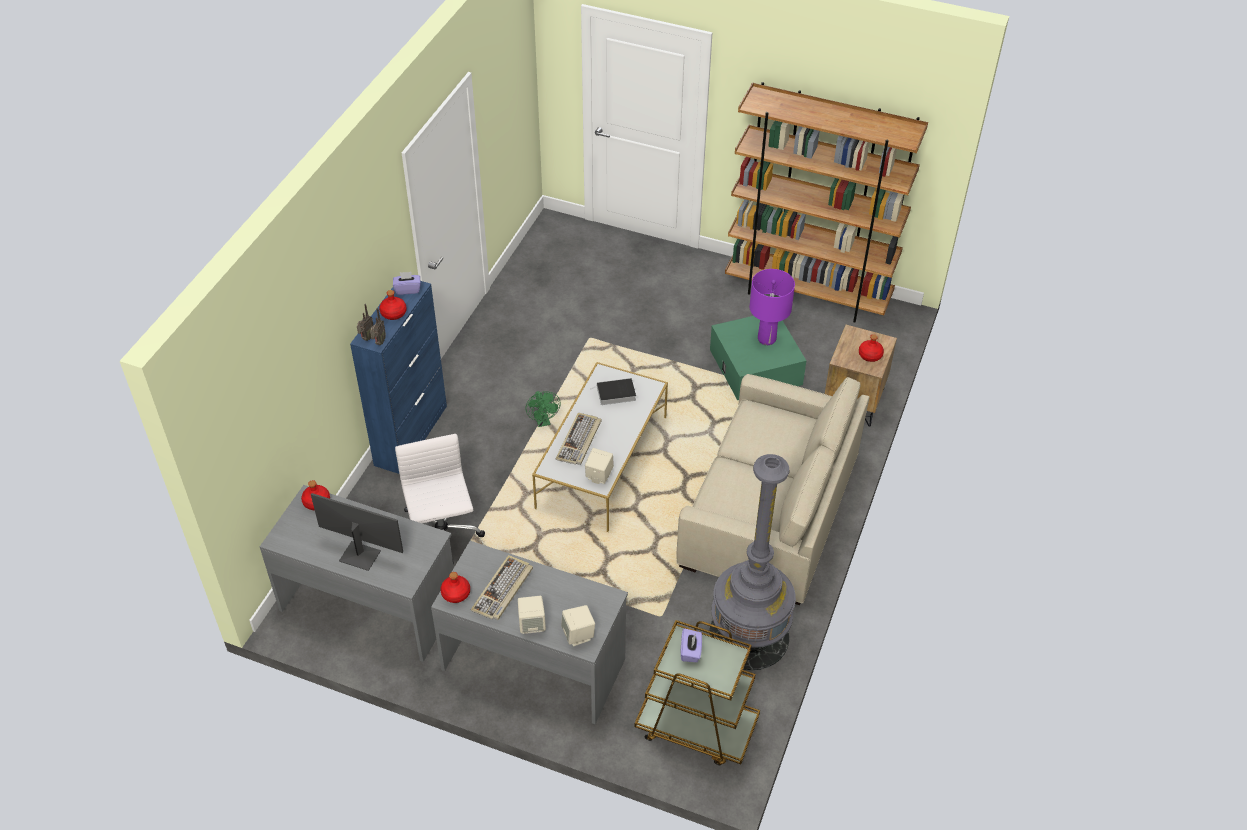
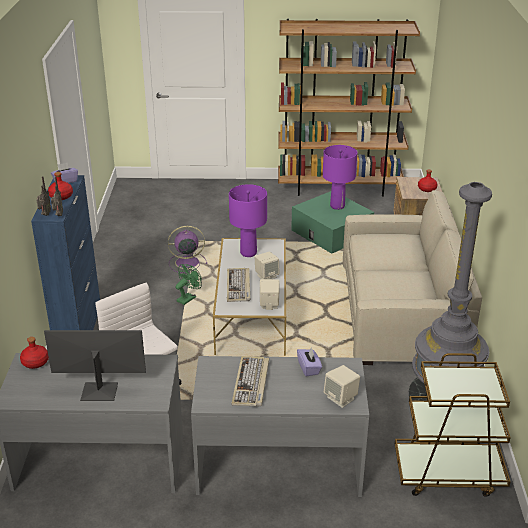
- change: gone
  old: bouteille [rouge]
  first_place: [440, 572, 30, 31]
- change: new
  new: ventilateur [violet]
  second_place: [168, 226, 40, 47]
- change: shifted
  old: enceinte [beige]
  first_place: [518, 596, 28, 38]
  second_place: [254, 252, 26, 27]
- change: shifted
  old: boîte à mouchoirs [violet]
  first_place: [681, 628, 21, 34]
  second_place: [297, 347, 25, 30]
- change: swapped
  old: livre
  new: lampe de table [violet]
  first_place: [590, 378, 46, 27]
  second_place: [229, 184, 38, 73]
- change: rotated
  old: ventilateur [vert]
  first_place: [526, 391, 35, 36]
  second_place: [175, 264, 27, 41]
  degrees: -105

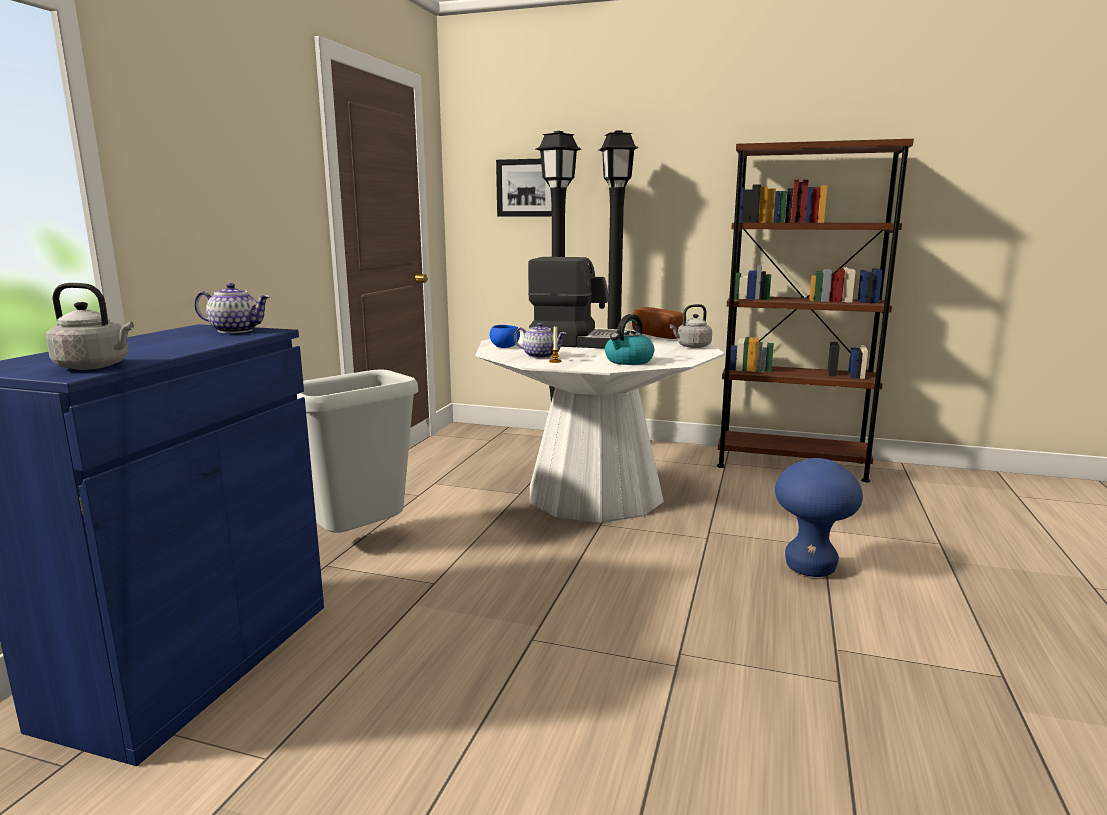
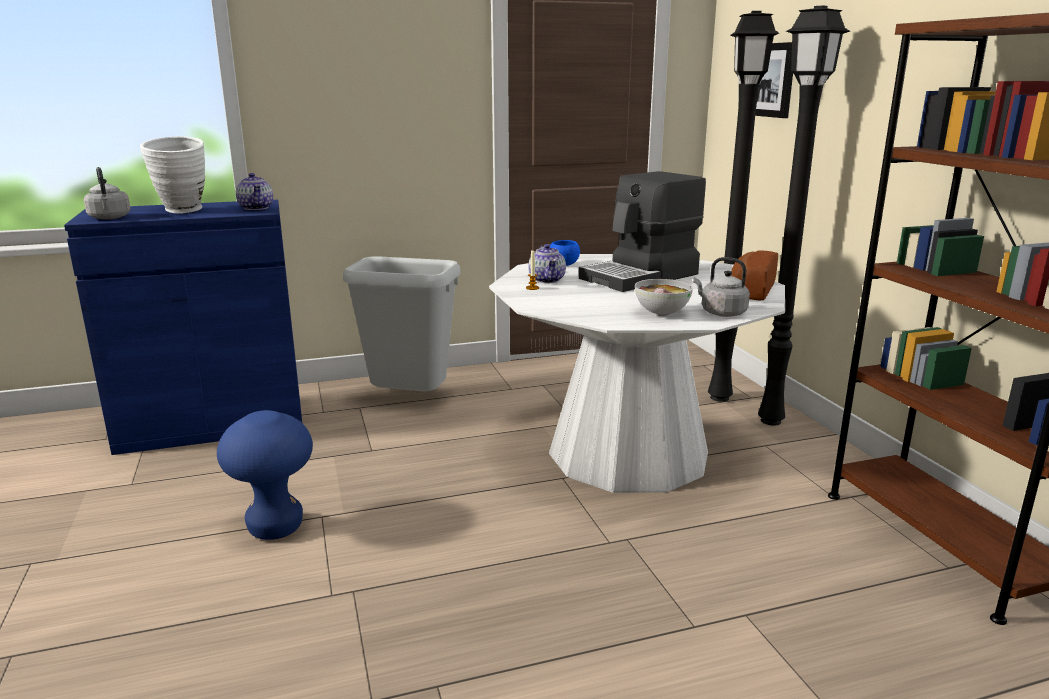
- change: gone
  old: bouilloire
  first_place: [605, 314, 49, 51]
- change: new
  new: vase [blanc]
  second_place: [140, 136, 65, 77]
- change: new
  new: bol
  second_place: [635, 279, 58, 37]
- change: shifted
  old: tabouret [bleu]
  first_place: [775, 458, 88, 119]
  second_place: [217, 410, 96, 130]
- change: rotated
  old: machine à café
  first_place: [528, 257, 100, 92]
  second_place: [579, 171, 127, 121]
  degrees: 75

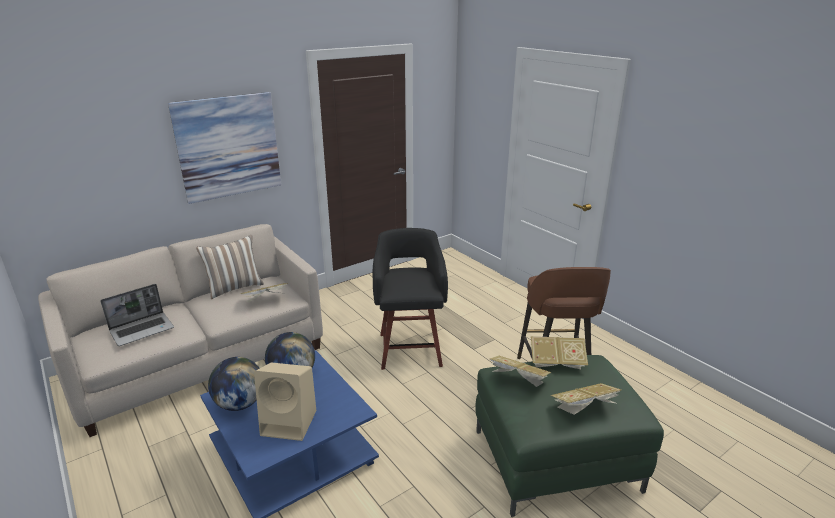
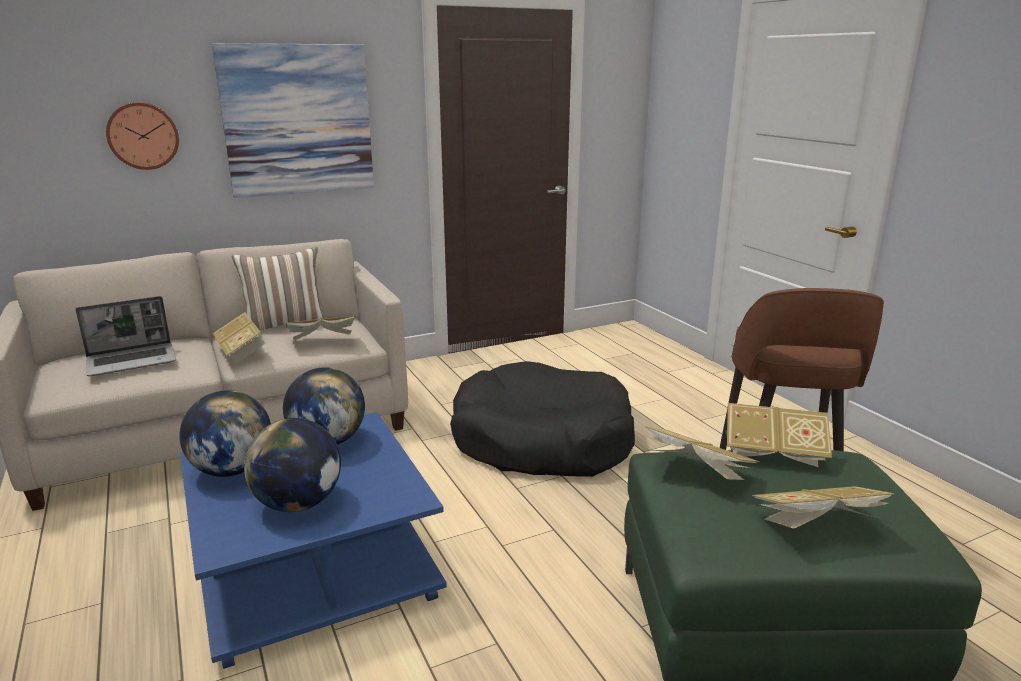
- change: new
  new: horloge murale
  second_place: [106, 102, 73, 68]
- change: new
  new: livre
  second_place: [213, 312, 54, 52]
- change: swapped
  old: enceinte [beige]
  new: globe
  first_place: [254, 363, 63, 78]
  second_place: [244, 418, 97, 94]
- change: swapped
  old: tabouret [noir]
  new: panier pour chien [noir]
  first_place: [373, 228, 75, 142]
  second_place: [450, 361, 185, 116]

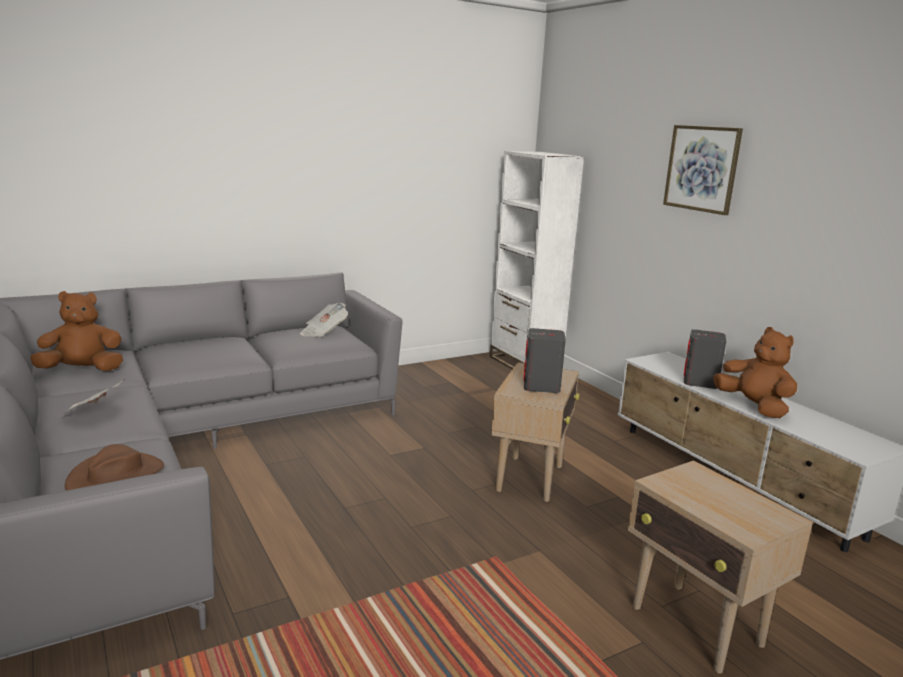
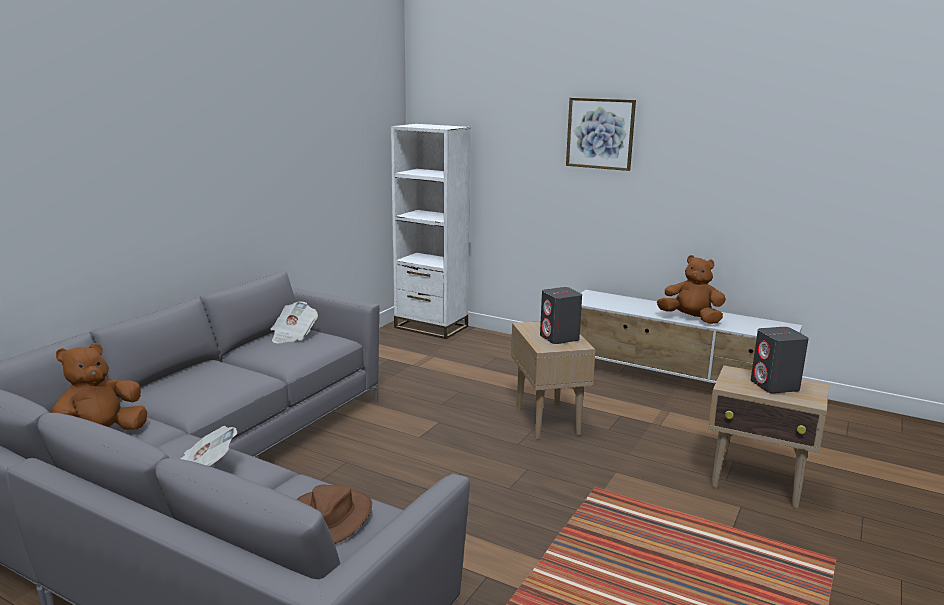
- change: shifted
  old: enceinte [gris]
  first_place: [684, 329, 42, 60]
  second_place: [751, 327, 58, 67]

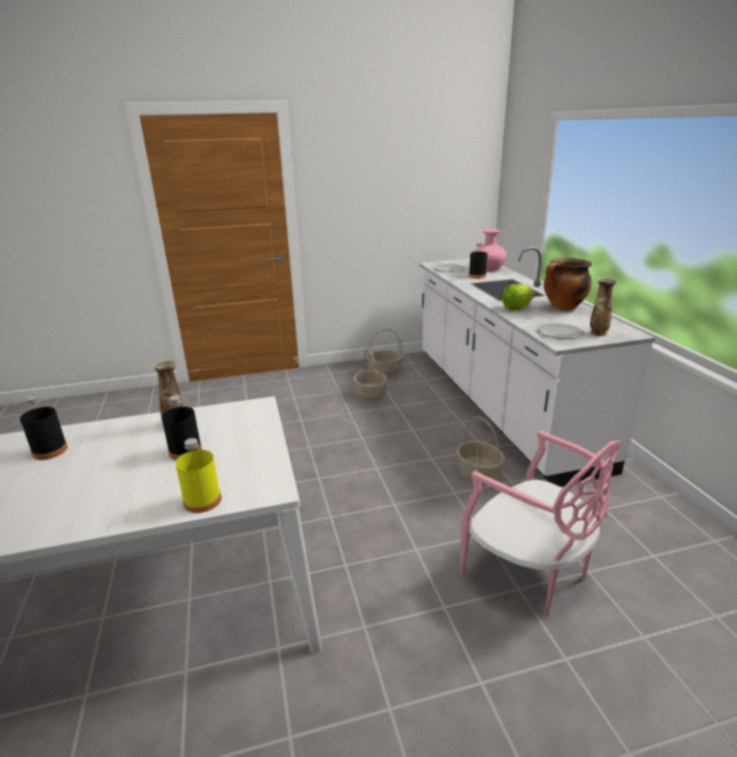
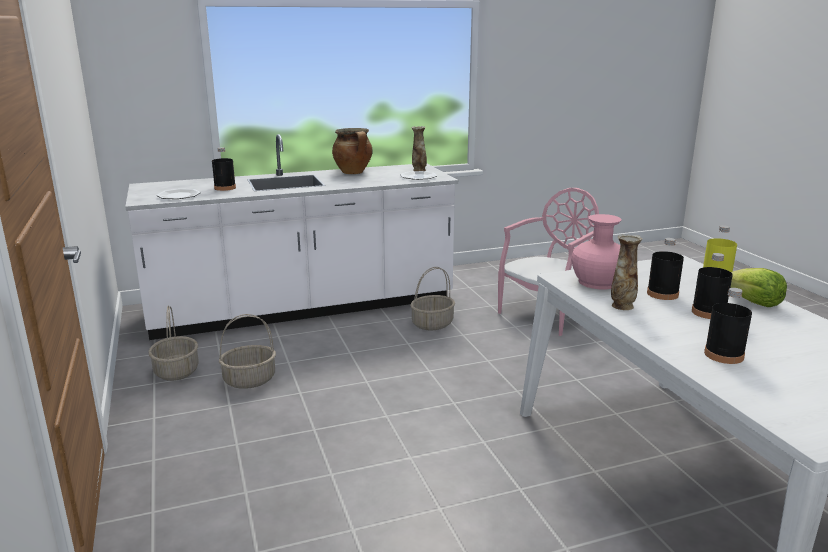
- change: new
  new: bouteille [noir]
  second_place: [692, 253, 41, 66]
- change: shifted
  old: vase [rose]
  first_place: [474, 229, 32, 43]
  second_place: [571, 214, 50, 75]
- change: shifted
  old: laitue
  first_place: [502, 284, 33, 26]
  second_place: [730, 268, 57, 39]

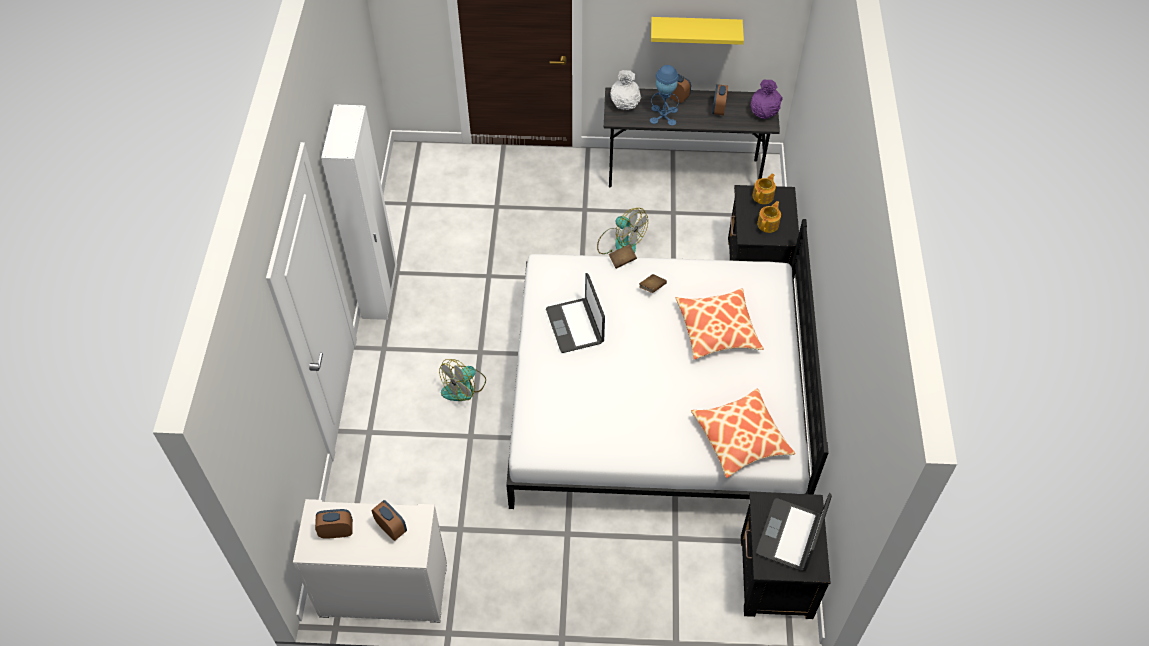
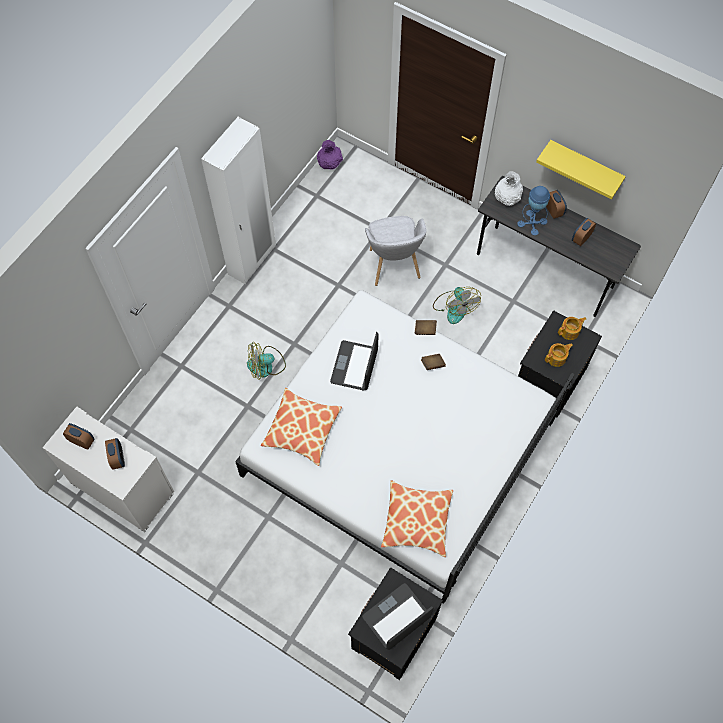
- change: new
  new: fauteuil [gris]
  second_place: [365, 216, 62, 70]
- change: shifted
  old: coussin
  first_place: [676, 289, 88, 71]
  second_place: [261, 388, 81, 78]
- change: shifted
  old: vase [violet]
  first_place: [751, 80, 32, 39]
  second_place: [317, 140, 26, 29]

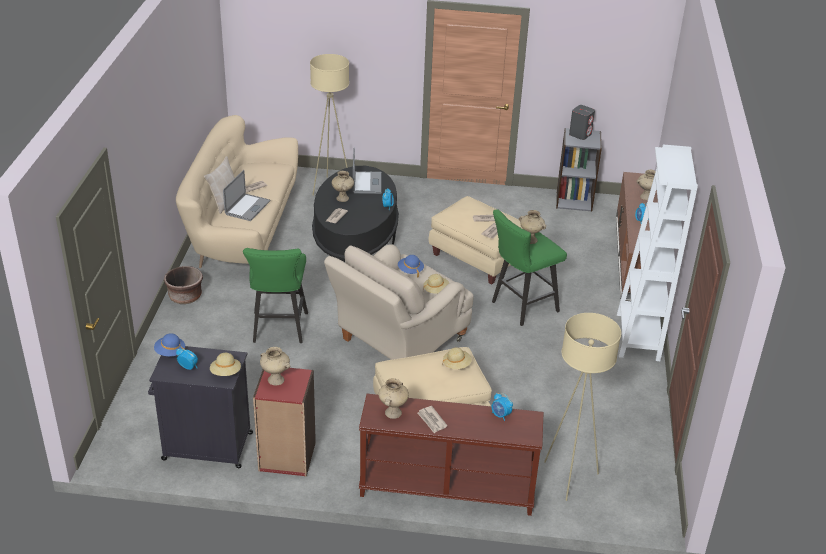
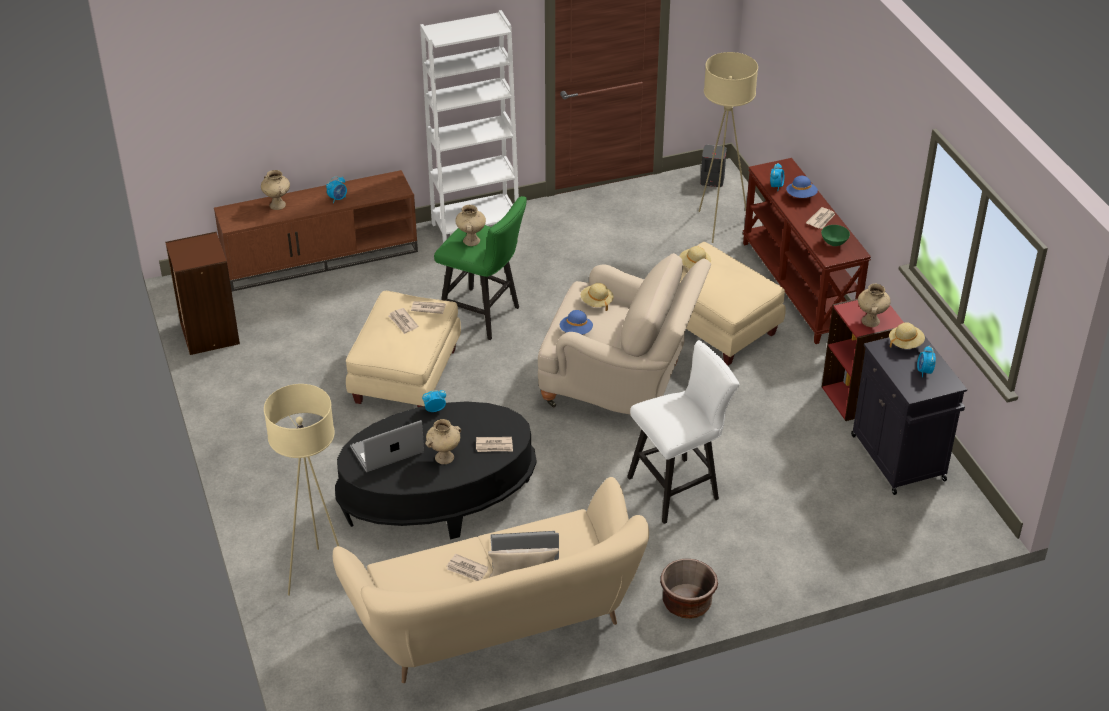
- change: shifted
  old: chapeau [bleu]
  first_place: [154, 333, 31, 23]
  second_place: [786, 176, 32, 22]
- change: shifted
  old: enceinte [gris]
  first_place: [569, 105, 26, 35]
  second_place: [700, 145, 27, 42]
- change: swapped
  old: vase [beige]
  new: bol [vert]
  first_place: [379, 378, 30, 41]
  second_place: [821, 225, 29, 21]
- change: repainted
  old: tabouret [vert]
  new: tabouret [blanc]
  first_place: [243, 248, 65, 95]
  second_place: [627, 340, 112, 184]
- change: repainted
  old: bibliothèque [gris]
  new: bibliothèque [marron]
  first_place: [556, 128, 46, 84]
  second_place: [165, 232, 75, 123]

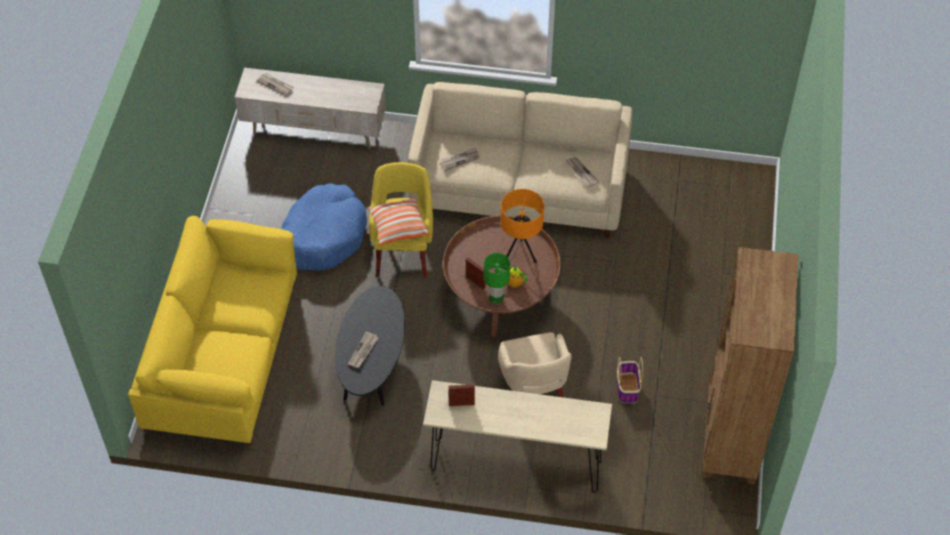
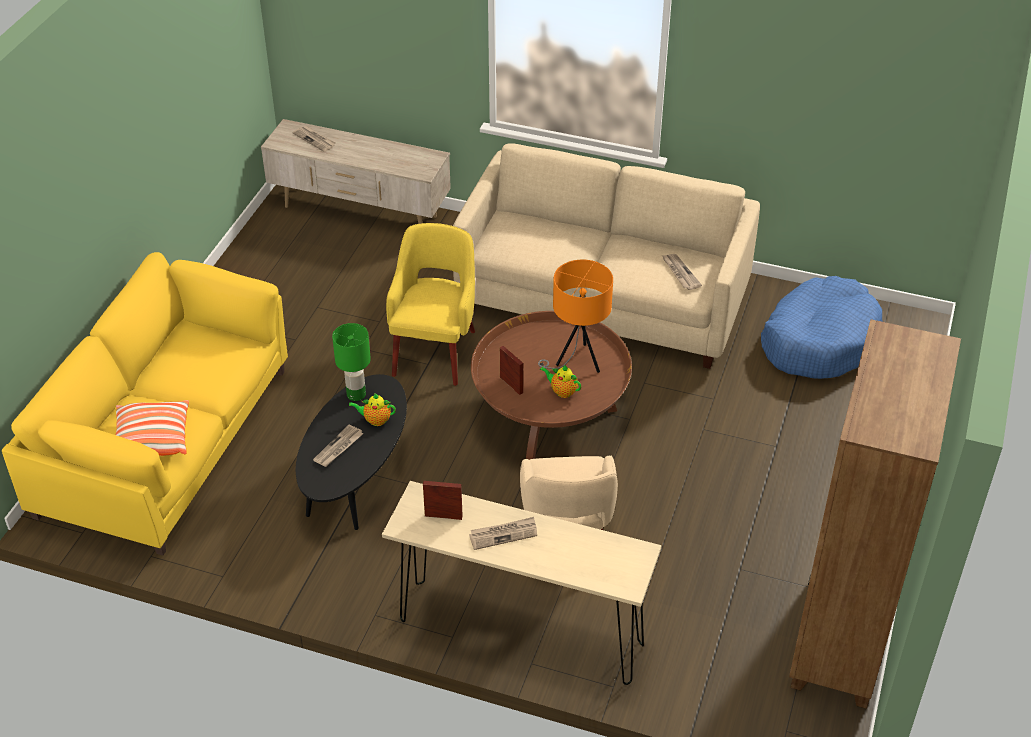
- change: gone
  old: panier
  first_place: [617, 357, 26, 46]
- change: new
  new: théière
  second_place: [349, 393, 47, 33]
- change: shifted
  old: panier pour chien [bleu]
  first_place: [281, 183, 86, 88]
  second_place: [761, 276, 122, 103]
- change: shifted
  old: coussin
  first_place: [368, 197, 62, 48]
  second_place: [116, 400, 73, 56]
- change: shifted
  old: journal
  first_place: [440, 147, 40, 24]
  second_place: [469, 517, 68, 33]
- change: shifted
  old: lampe de table [vert]
  first_place: [484, 253, 26, 51]
  second_place: [332, 323, 39, 78]

